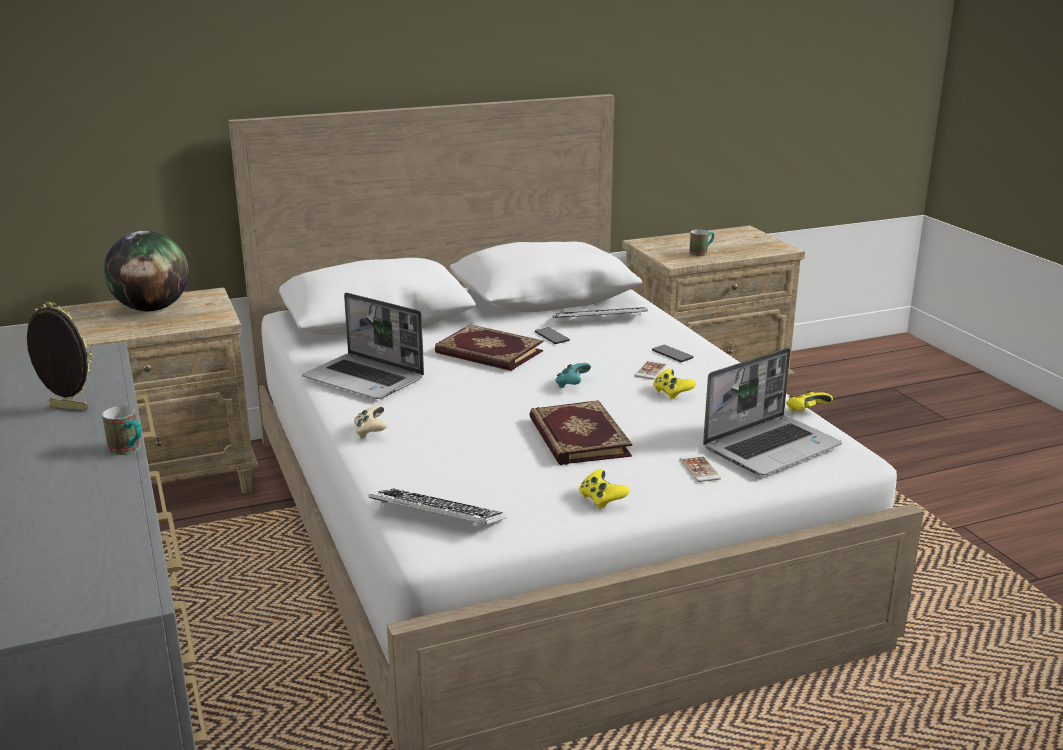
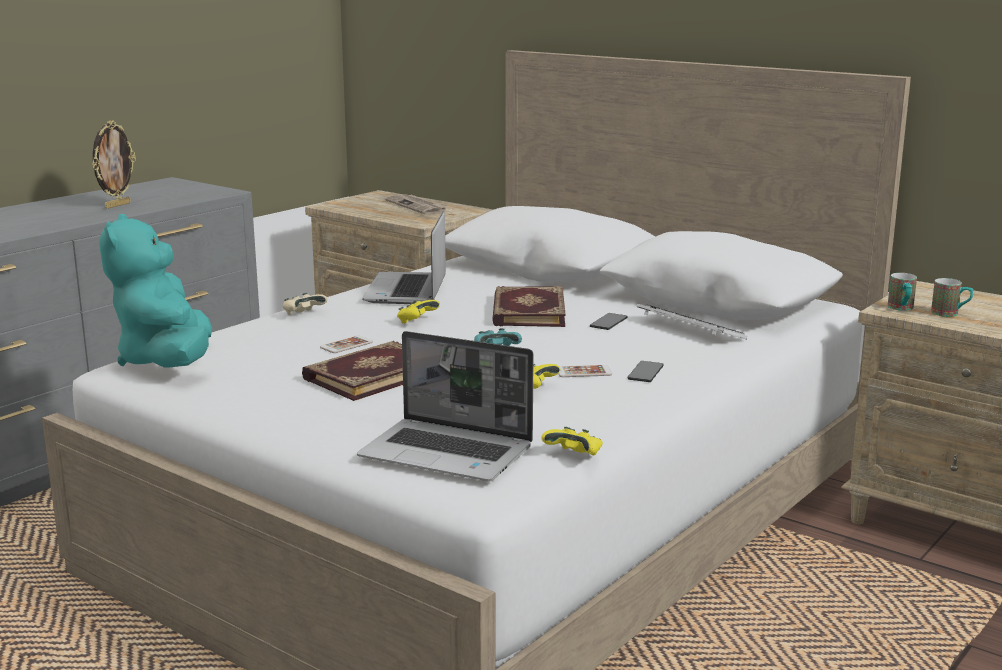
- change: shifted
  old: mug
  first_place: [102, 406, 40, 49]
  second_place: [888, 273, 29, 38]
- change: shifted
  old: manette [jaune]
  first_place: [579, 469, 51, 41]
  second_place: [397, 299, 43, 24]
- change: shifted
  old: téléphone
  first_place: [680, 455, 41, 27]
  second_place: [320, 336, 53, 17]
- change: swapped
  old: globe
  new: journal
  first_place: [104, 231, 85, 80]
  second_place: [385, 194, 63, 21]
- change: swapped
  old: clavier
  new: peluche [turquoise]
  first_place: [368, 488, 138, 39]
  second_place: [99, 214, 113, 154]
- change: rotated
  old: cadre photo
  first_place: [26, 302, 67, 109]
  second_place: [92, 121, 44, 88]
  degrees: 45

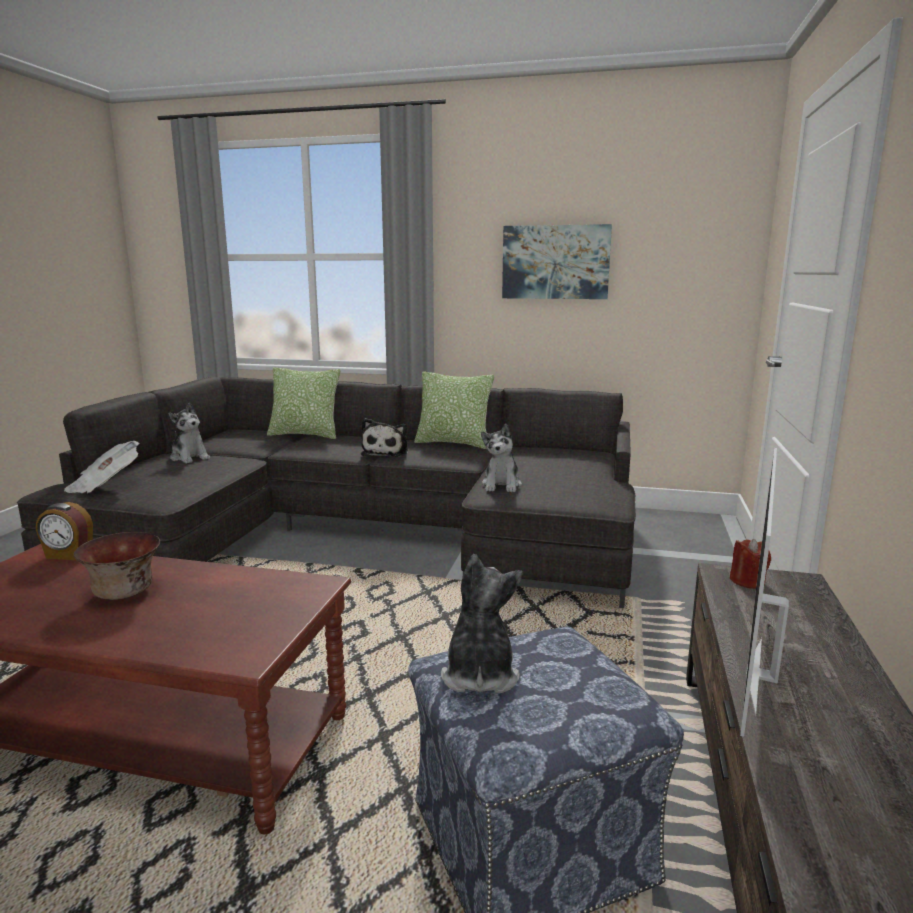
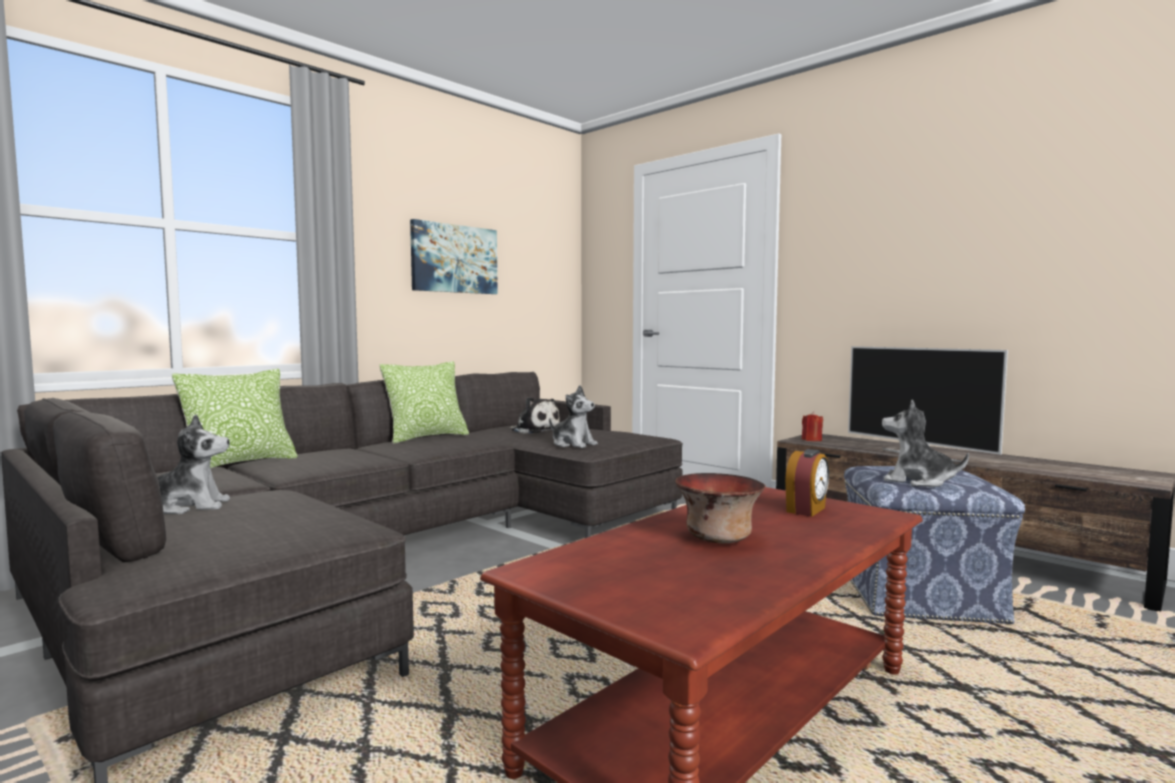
- change: gone
  old: journal
  first_place: [64, 441, 76, 52]
- change: shifted
  old: réveil
  first_place: [36, 502, 57, 58]
  second_place: [785, 449, 44, 68]
- change: shifted
  old: peluche
  first_place: [361, 418, 47, 39]
  second_place: [509, 397, 51, 37]

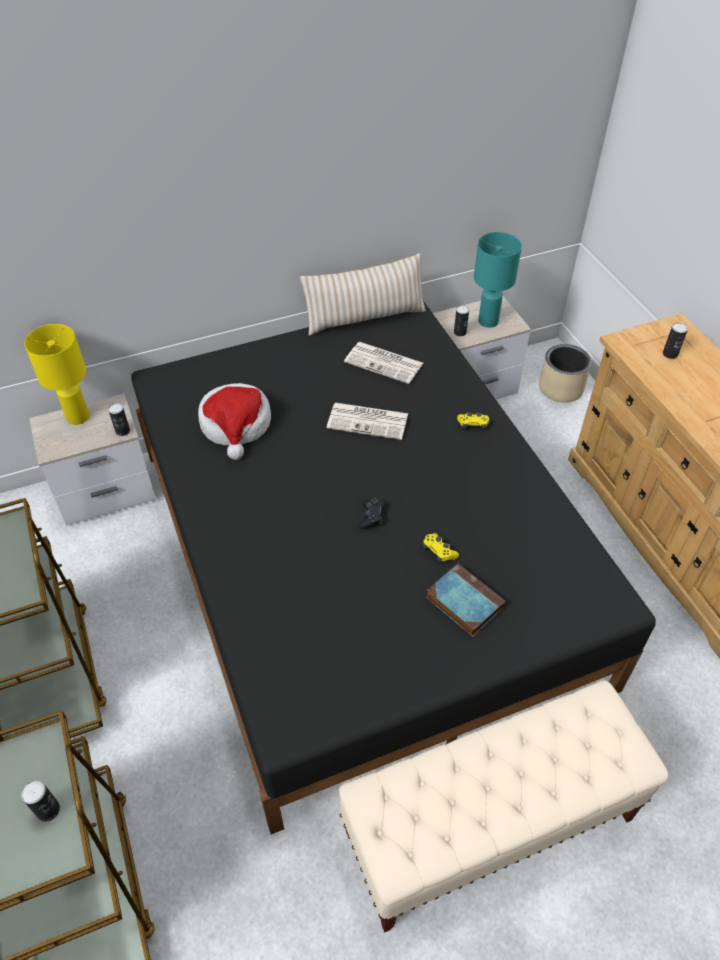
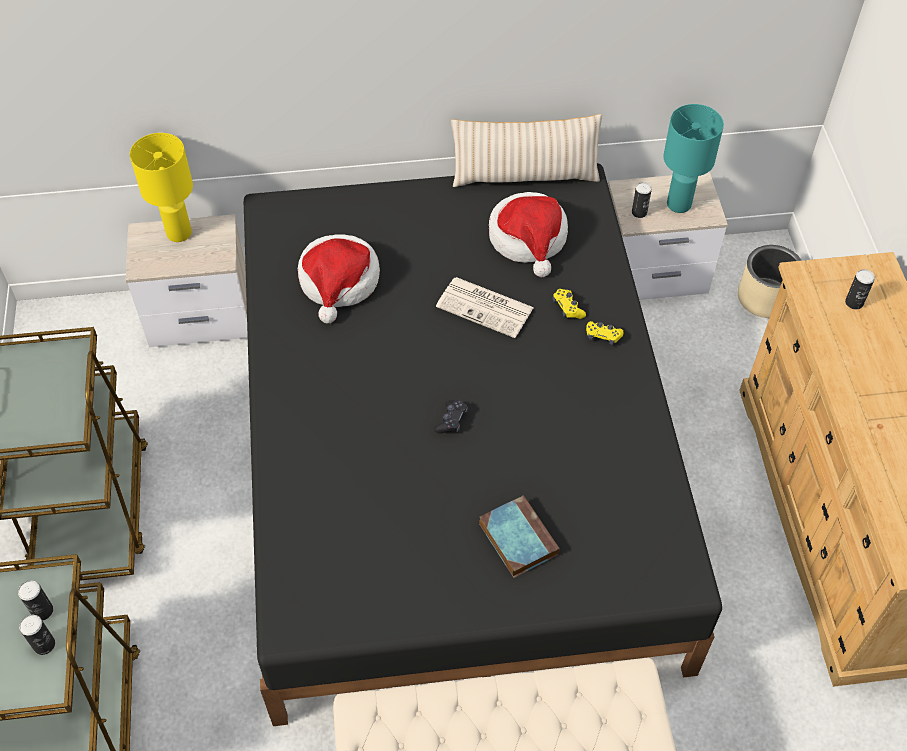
- change: shifted
  old: boîte métallique
  first_place: [108, 403, 22, 33]
  second_place: [18, 580, 35, 40]
- change: shifted
  old: manette [jaune]
  first_place: [423, 533, 36, 30]
  second_place: [552, 289, 34, 30]
- change: swapped
  old: journal
  new: chapeau
  first_place: [344, 342, 79, 42]
  second_place: [489, 192, 79, 85]

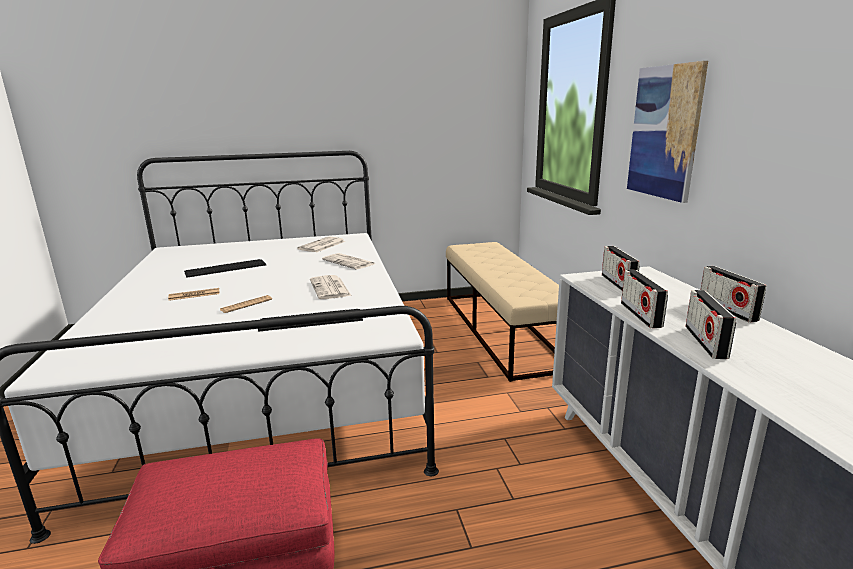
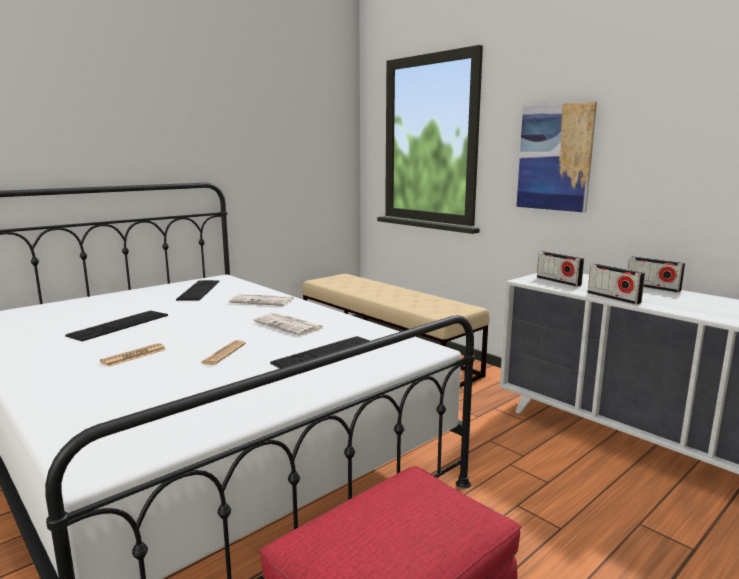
- change: gone
  old: radio
  first_place: [685, 290, 51, 69]
- change: swapped
  old: journal
  new: clavier
  first_place: [297, 236, 49, 16]
  second_place: [176, 280, 44, 21]

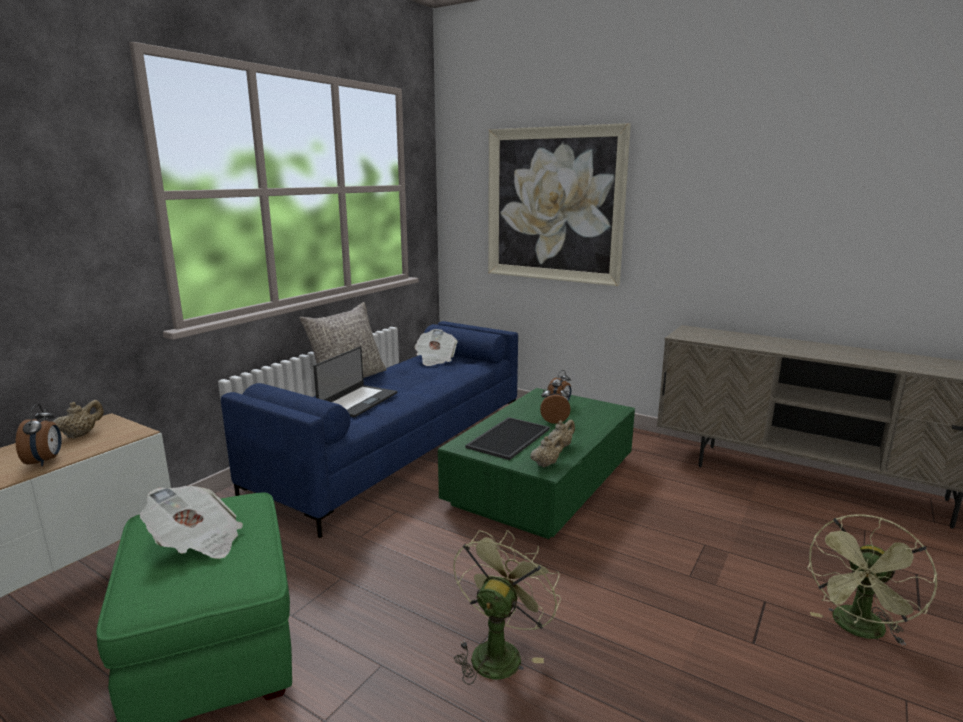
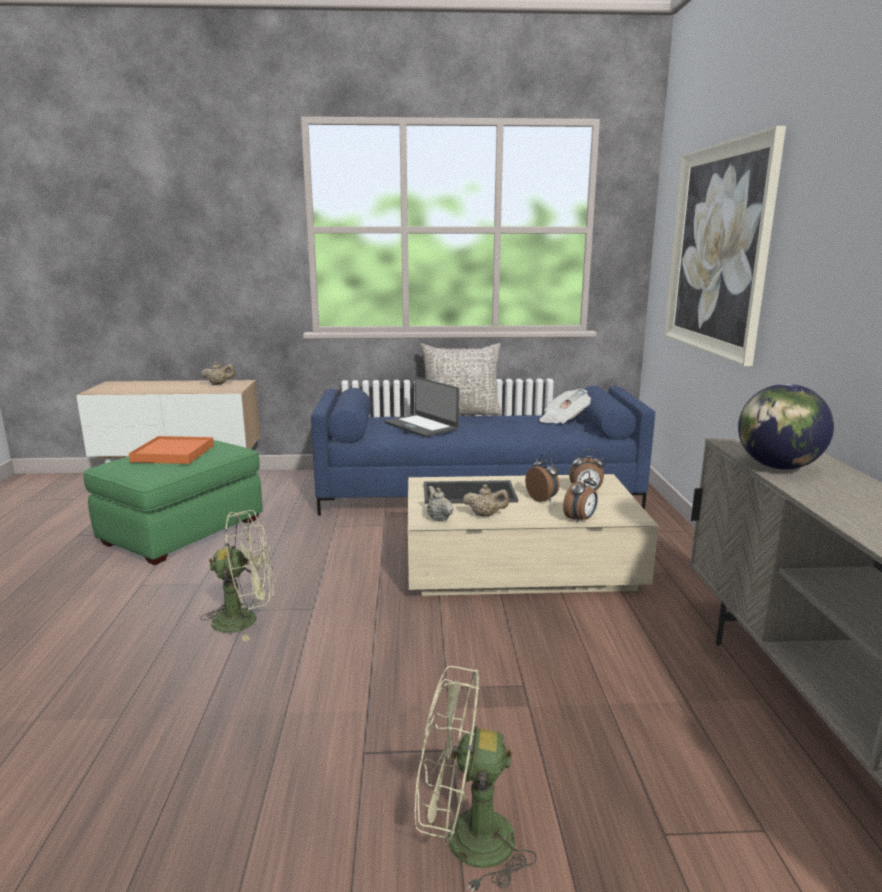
- change: new
  new: globe
  second_place: [738, 384, 96, 85]
- change: shifted
  old: réveil
  first_place: [16, 404, 46, 62]
  second_place: [563, 471, 35, 52]
- change: swapped
  old: journal
  new: plateau [orange]
  first_place: [140, 486, 103, 73]
  second_place: [129, 436, 85, 28]
- change: repainted
  old: table basse [vert]
  new: table basse [beige]
  first_place: [438, 388, 197, 151]
  second_place: [408, 474, 250, 122]
- change: rotated
  old: ordinateur portable
  first_place: [313, 347, 84, 70]
  second_place: [384, 377, 75, 60]
  degrees: 60
- change: rotated
  old: théière [beige]
  first_place: [530, 436, 34, 32]
  second_place: [427, 486, 27, 35]
  degrees: -135

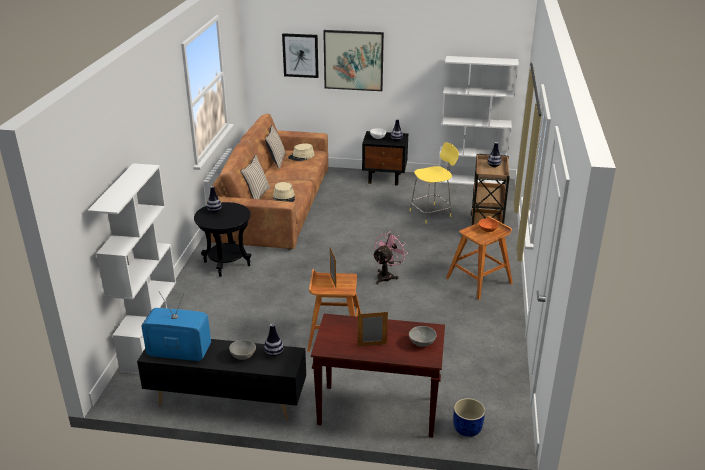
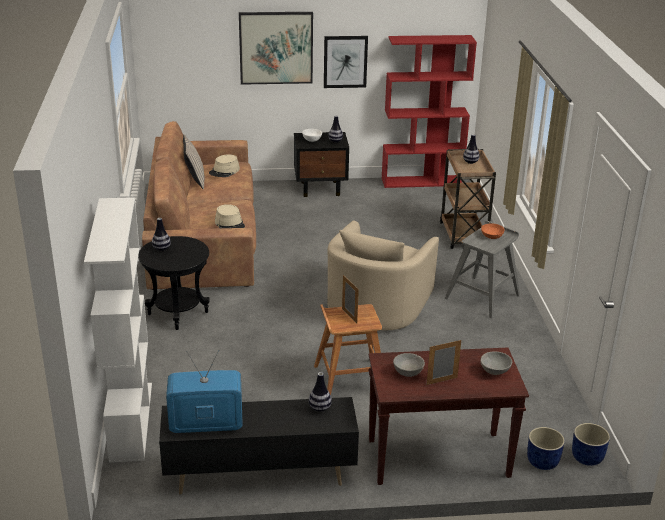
- change: gone
  old: coussin [beige]
  first_place: [240, 155, 30, 44]
- change: gone
  old: tabouret [jaune]
  first_place: [410, 142, 49, 82]
- change: new
  new: cache-pot [bleu]
  second_place: [572, 423, 38, 43]
- change: shifted
  old: bol [gris]
  first_place: [229, 339, 27, 21]
  second_place: [393, 353, 32, 24]
- change: shifted
  old: tableau
  first_place: [282, 33, 37, 45]
  second_place: [324, 36, 44, 52]
- change: swapped
  old: ventilateur [rose]
  new: fauteuil [beige]
  first_place: [373, 231, 34, 54]
  second_place: [327, 221, 112, 109]
- change: repainted
  old: bibliothèque [blanc]
  new: bibliothèque [rouge]
  first_place: [438, 56, 81, 129]
  second_place: [382, 35, 95, 153]
- change: repainted
  old: tabouret [marron]
  new: tabouret [gris]
  first_place: [446, 216, 67, 84]
  second_place: [445, 221, 75, 98]

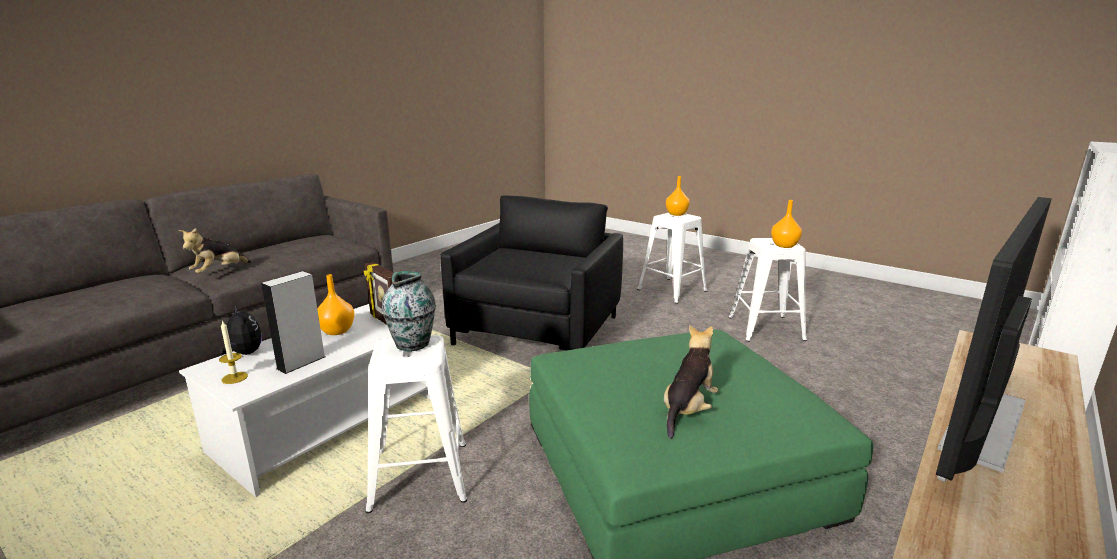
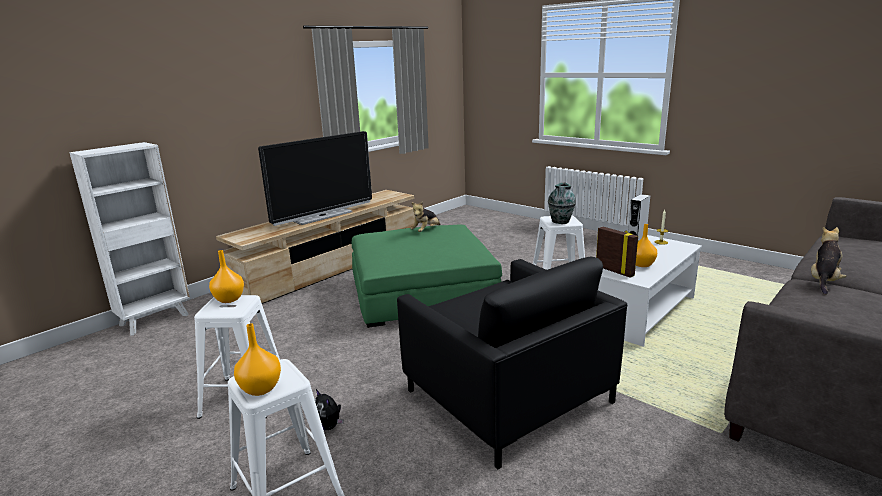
- change: shifted
  old: peluche
  first_place: [220, 306, 42, 49]
  second_place: [315, 389, 28, 41]
- change: rotated
  old: fauteuil [noir]
  first_place: [440, 195, 183, 155]
  second_place: [397, 257, 230, 212]
  degrees: -60

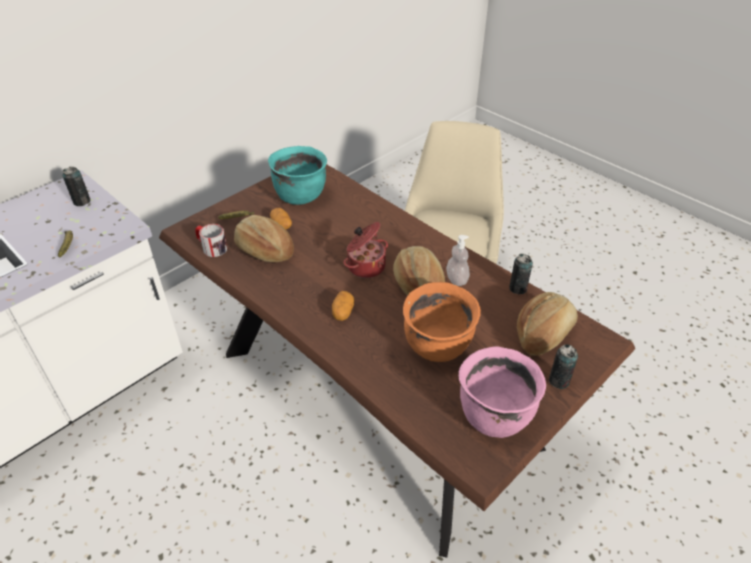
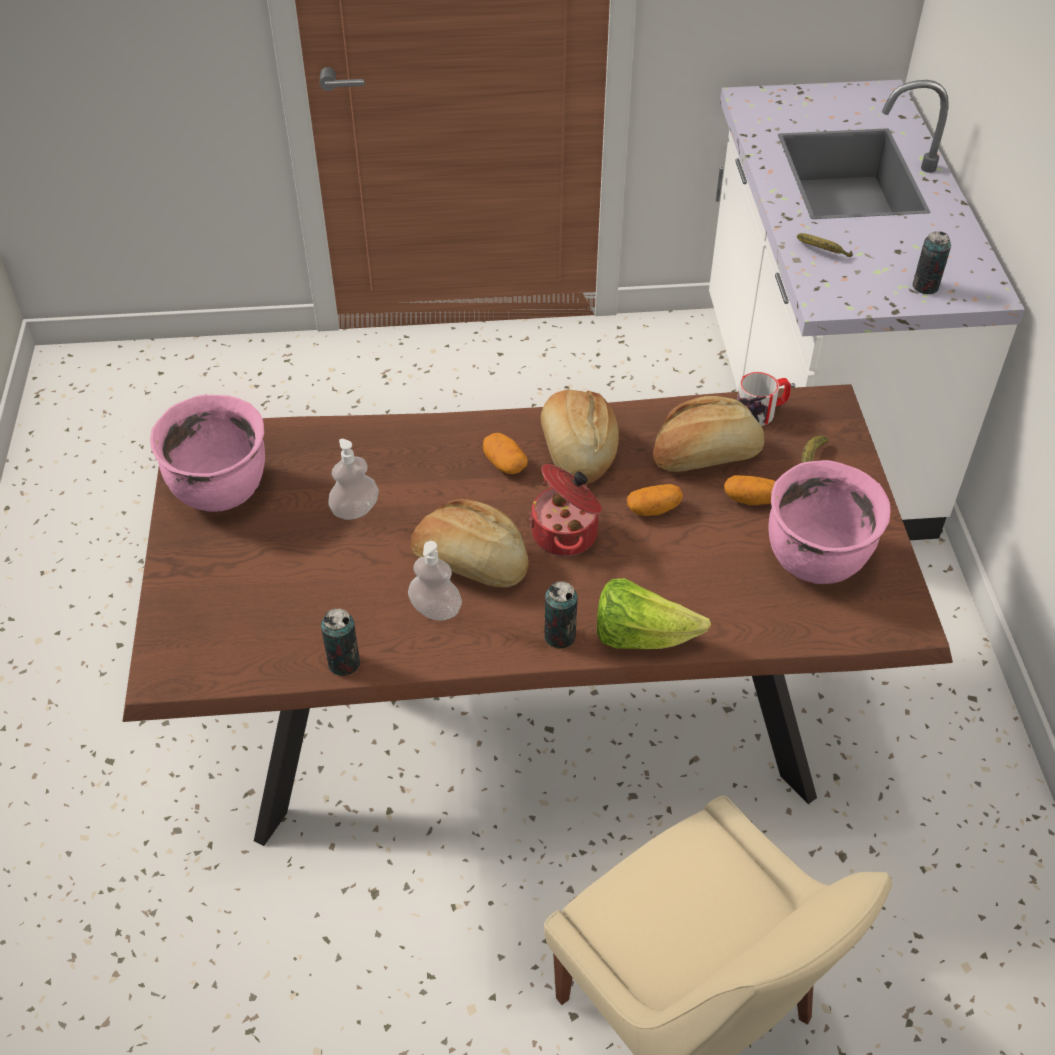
- change: new
  new: laitue
  second_place: [597, 578, 114, 71]
- change: new
  new: pomme de terre
  second_place: [627, 484, 56, 32]
- change: shifted
  old: pain
  first_place: [517, 292, 61, 64]
  second_place: [541, 389, 78, 95]
- change: shifted
  old: boîte métallique
  first_place: [549, 344, 29, 45]
  second_place: [544, 581, 33, 67]
- change: swapped
  old: marmite [orange]
  new: distributeur de savon
  first_place: [403, 282, 78, 80]
  second_place: [328, 439, 51, 81]
- change: repainted
  old: marmite [turquoise]
  new: marmite [rose]
  first_place: [268, 146, 59, 59]
  second_place: [768, 460, 123, 124]

